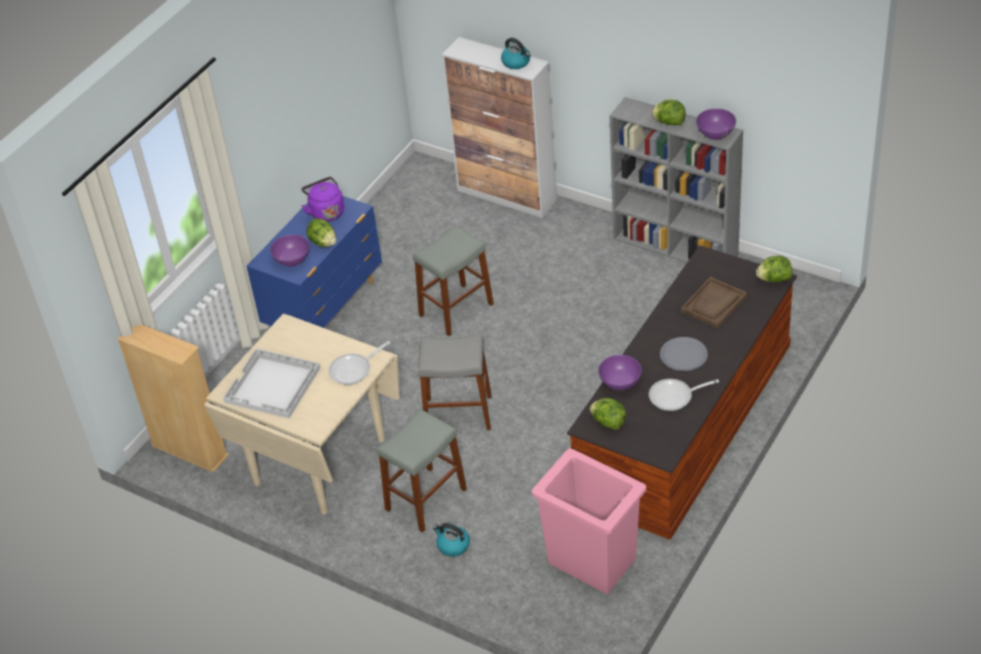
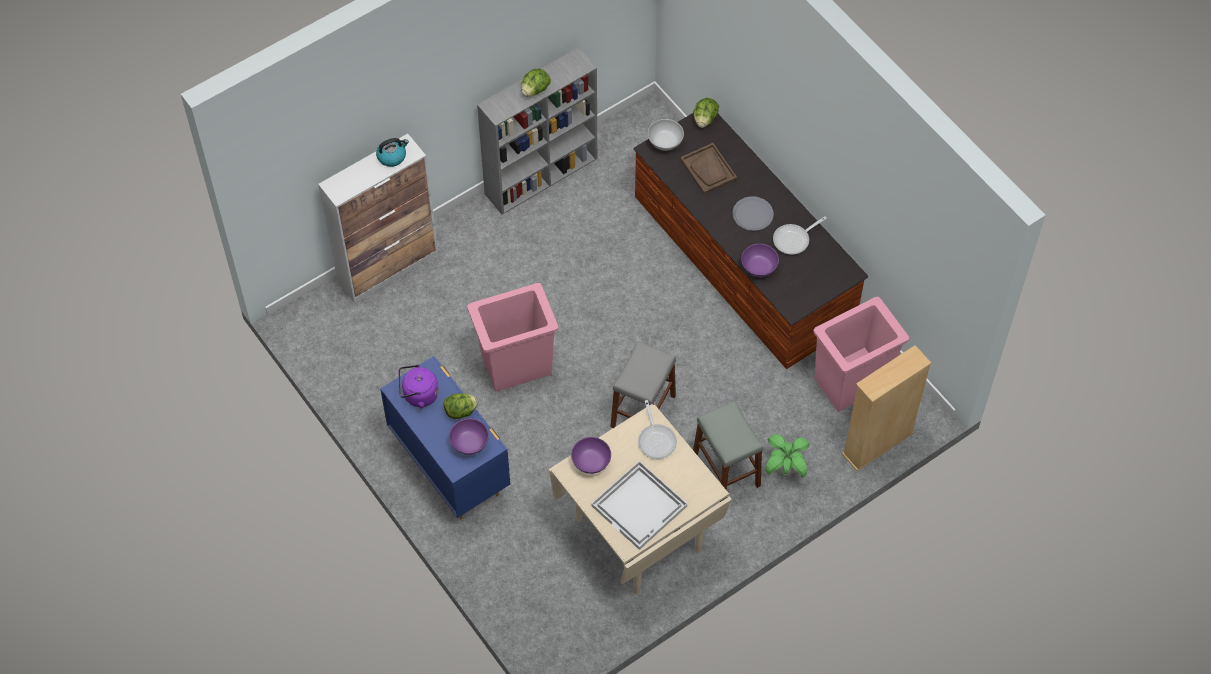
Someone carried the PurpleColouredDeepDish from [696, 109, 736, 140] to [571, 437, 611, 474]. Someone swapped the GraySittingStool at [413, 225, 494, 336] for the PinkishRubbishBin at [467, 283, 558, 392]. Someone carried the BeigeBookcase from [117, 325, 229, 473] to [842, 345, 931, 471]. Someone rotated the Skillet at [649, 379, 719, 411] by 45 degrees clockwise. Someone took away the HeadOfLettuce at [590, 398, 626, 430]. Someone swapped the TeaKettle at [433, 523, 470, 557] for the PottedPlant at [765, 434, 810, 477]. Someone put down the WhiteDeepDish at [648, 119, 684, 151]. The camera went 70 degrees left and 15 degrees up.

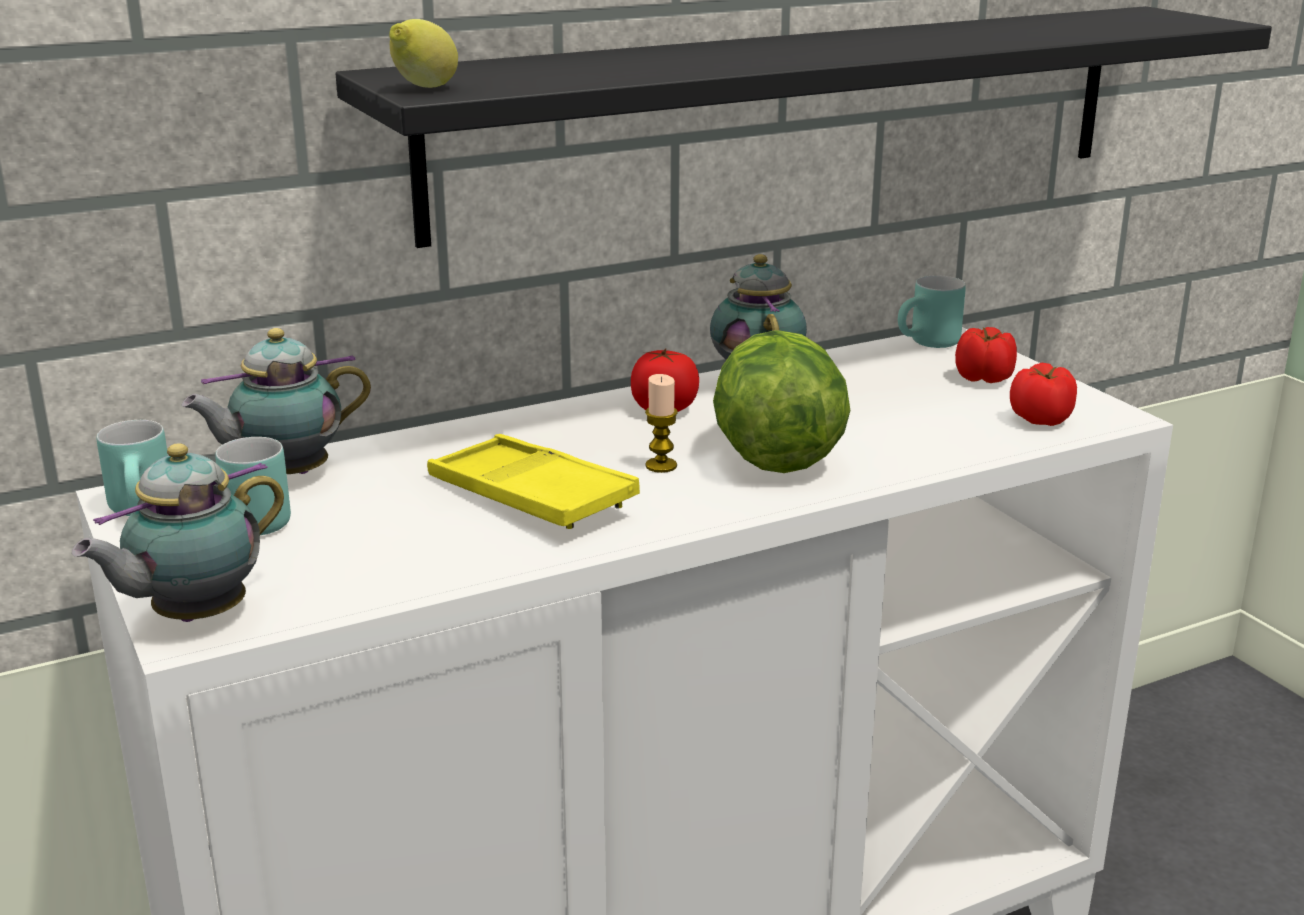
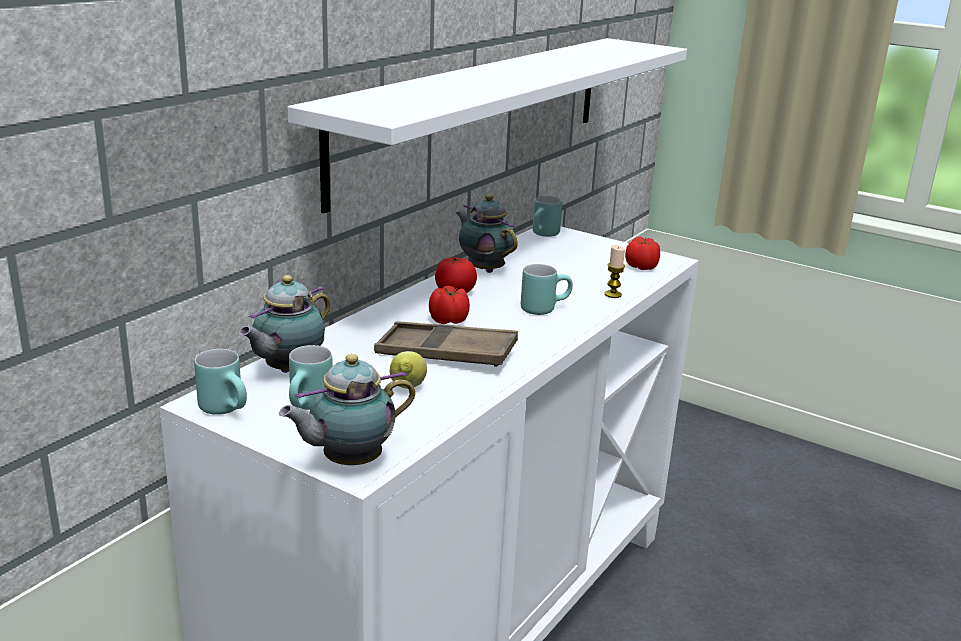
Someone repainted the BlackColouredShelf at [336, 6, 1272, 248], which became the WhiteShelf at [288, 38, 687, 213]. Someone carried the Lemon from [389, 19, 458, 88] to [390, 351, 427, 389]. Someone carried the WholeTomato from [955, 327, 1017, 383] to [429, 286, 470, 324]. Someone swapped the HeadOfLettuce at [713, 330, 850, 473] for the BlueGreenTeaMug at [521, 264, 573, 315]. Someone carried the WaxCandle from [645, 374, 678, 473] to [605, 245, 625, 298]. Someone repainted the YellowTray at [427, 434, 640, 529], which became the BrownTray at [374, 321, 518, 367]. Someone rotated the Teapot at [72, 443, 284, 622] by 45 degrees clockwise. The camera went 30 degrees left and 0 degrees up.

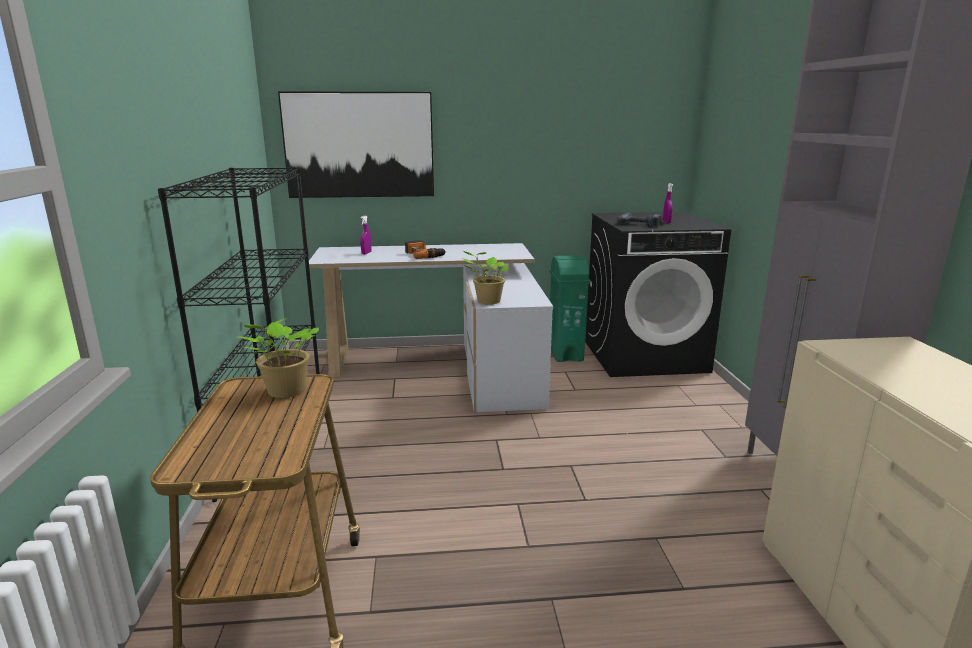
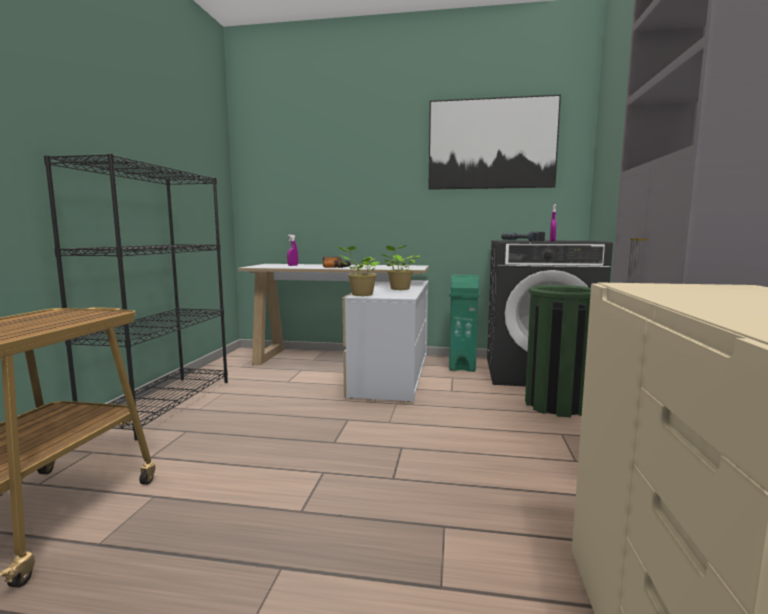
Someone carried the WallArt from [278, 91, 434, 198] to [428, 95, 561, 190]. Someone carried the PottedPlant from [237, 318, 319, 398] to [381, 245, 420, 290]. Someone put down the GreenColouredRubbishBin at [525, 285, 591, 417]. The camera went 15 degrees right and 10 degrees down.

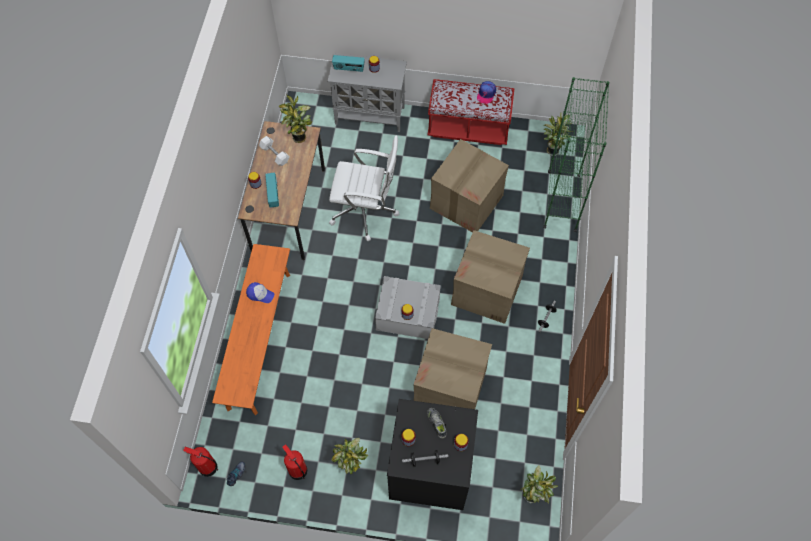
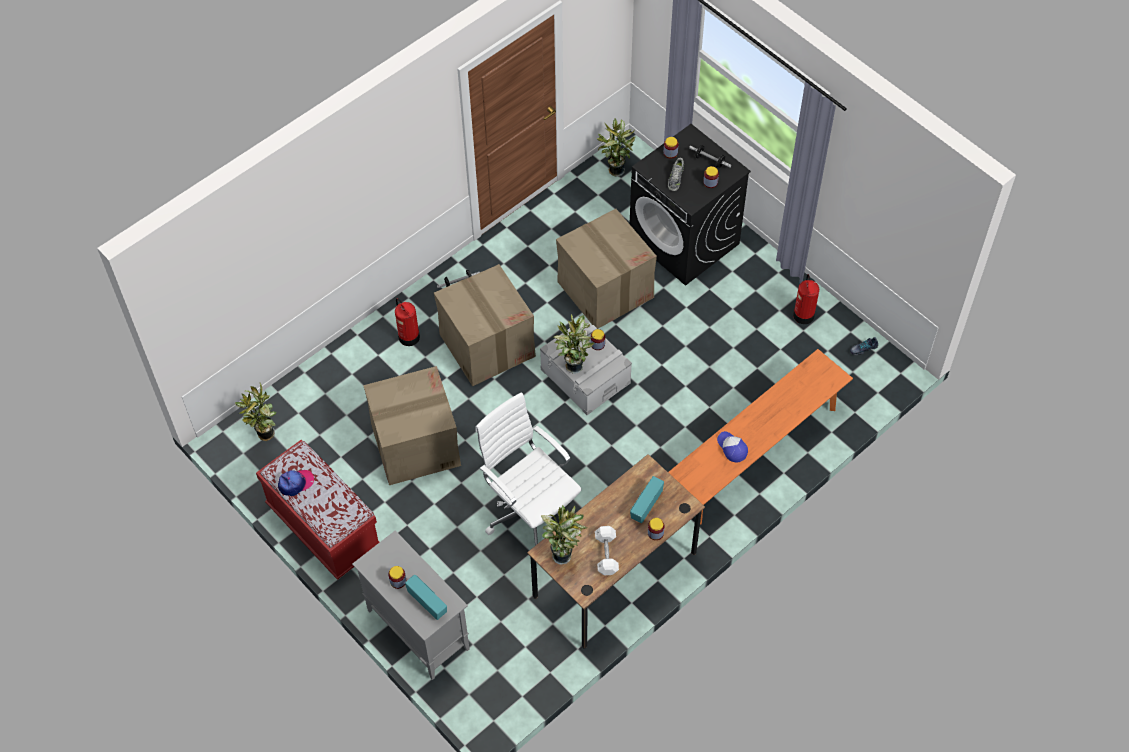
Someone took away the GreenColouredBookcase at [543, 77, 610, 232]. Someone carried the PottedPlant from [331, 438, 368, 474] to [553, 314, 595, 374]. Someone carried the Extinguisher from [183, 447, 218, 477] to [395, 298, 420, 346]. The camera went 140 degrees left and 5 degrees down.

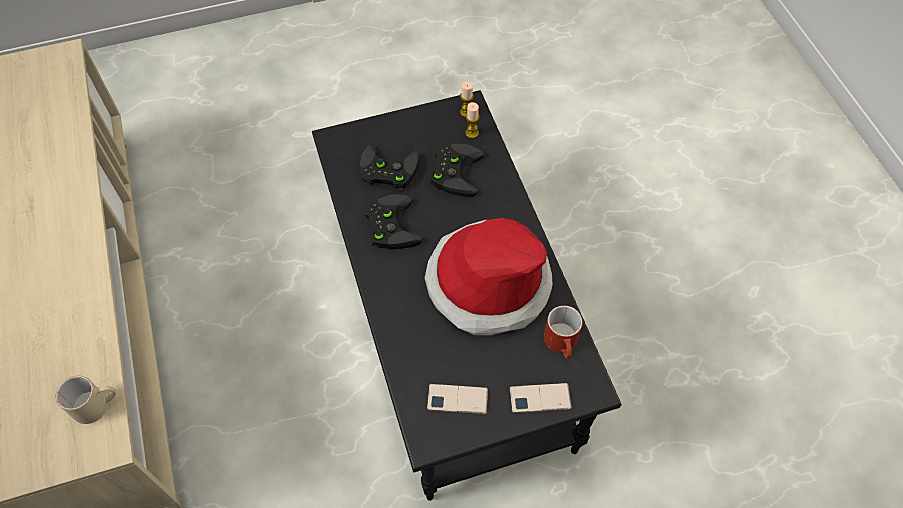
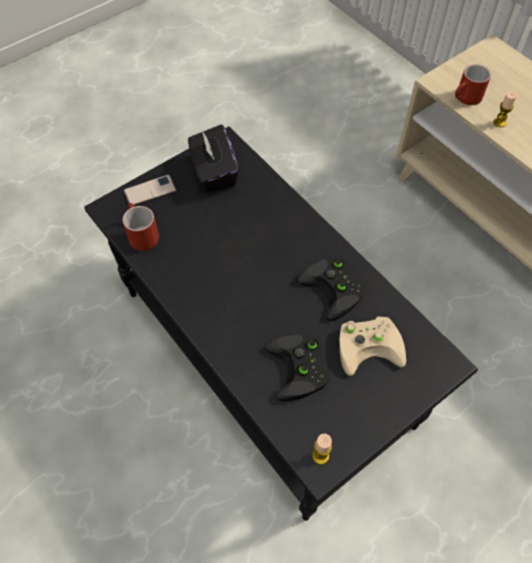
Someone carried the WaxCandle from [465, 102, 480, 138] to [493, 91, 517, 127]. Someone repainted the BlackColouredJoypad at [360, 144, 420, 191], which became the BeigeJoypad at [339, 316, 406, 376]. Someone took away the WearableHat at [425, 218, 552, 335]. Someone repainted the BeigeTeaMug at [56, 376, 116, 424], which became the ReddishTeaMug at [455, 64, 491, 105]. Someone swapped the Handset at [427, 384, 488, 414] for the BlackColouredTissueHolder at [188, 125, 239, 192]. The camera went 160 degrees right and 0 degrees up.

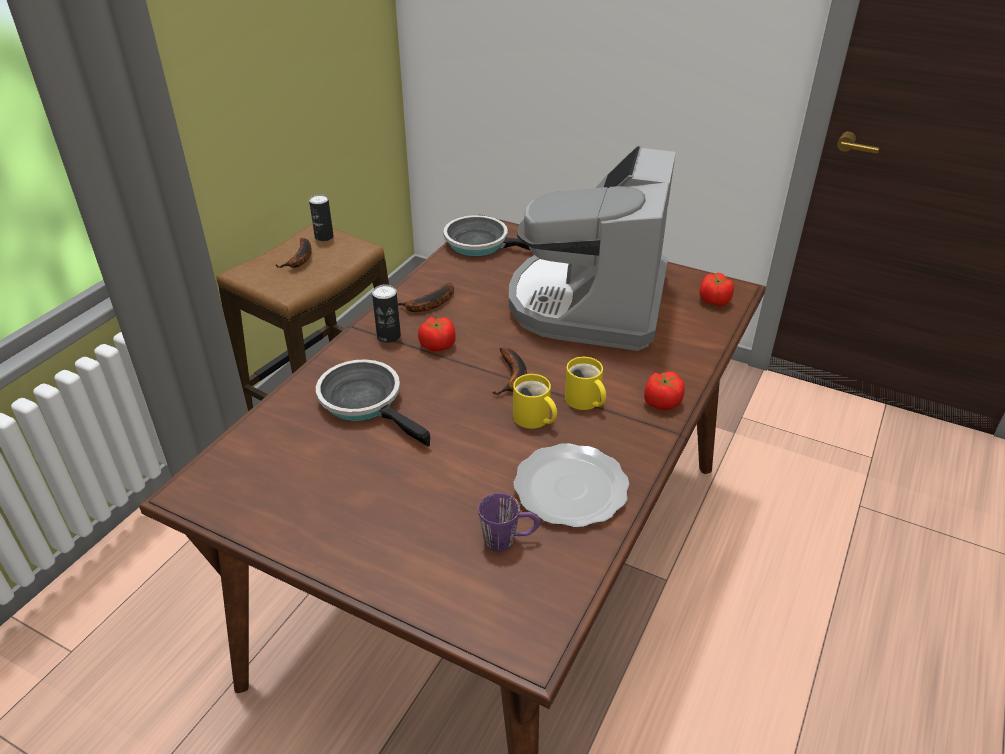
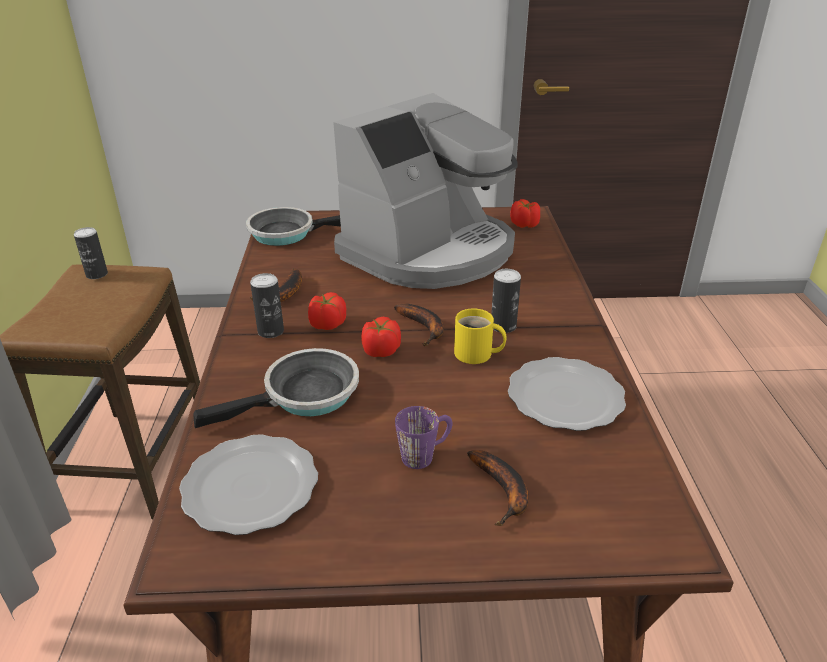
Someone rotated the CoffeeMachine at [509, 145, 676, 351] by 120 degrees counterclockwise. Someone carried the WholeBanana from [275, 238, 312, 268] to [467, 450, 529, 526]. Someone swapped the YellowTeaMug at [565, 357, 606, 410] for the Can at [491, 269, 521, 333]. Someone rotated the Skillet at [316, 359, 430, 447] by 135 degrees clockwise. Someone carried the WholeTomato from [644, 371, 685, 410] to [361, 317, 401, 357]. Someone carried the PurpleColouredTeaMug from [478, 493, 540, 552] to [395, 406, 452, 469]. Someone put down the FlatDish at [179, 434, 318, 535]. The camera went 30 degrees left and 5 degrees down.

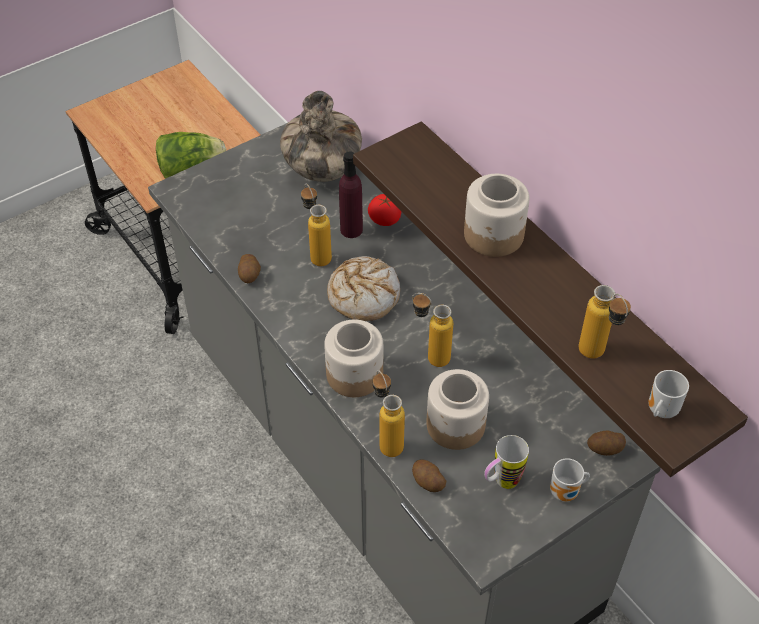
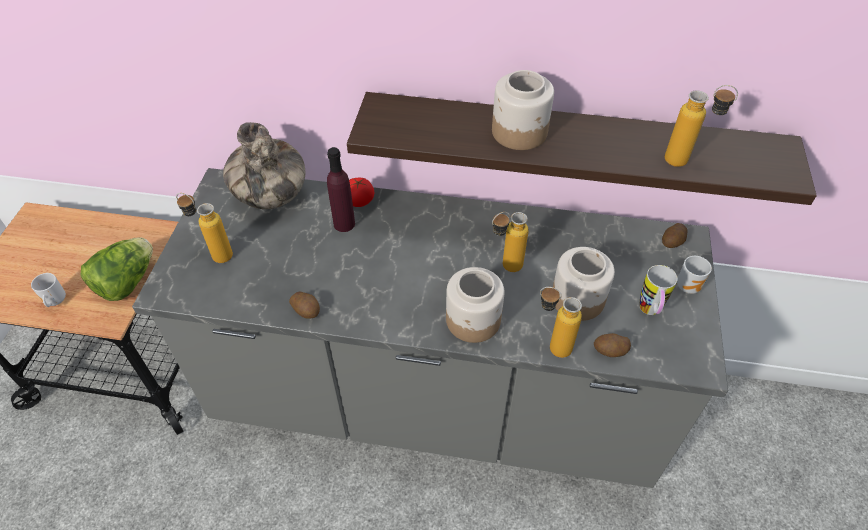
Someone carried the BeverageBottle from [301, 184, 332, 266] to [176, 193, 233, 263]. Someone took away the BakedBread at [327, 256, 400, 321]. Someone carried the TeaMug from [648, 370, 689, 418] to [31, 273, 66, 307]. The camera went 45 degrees left and 0 degrees up.

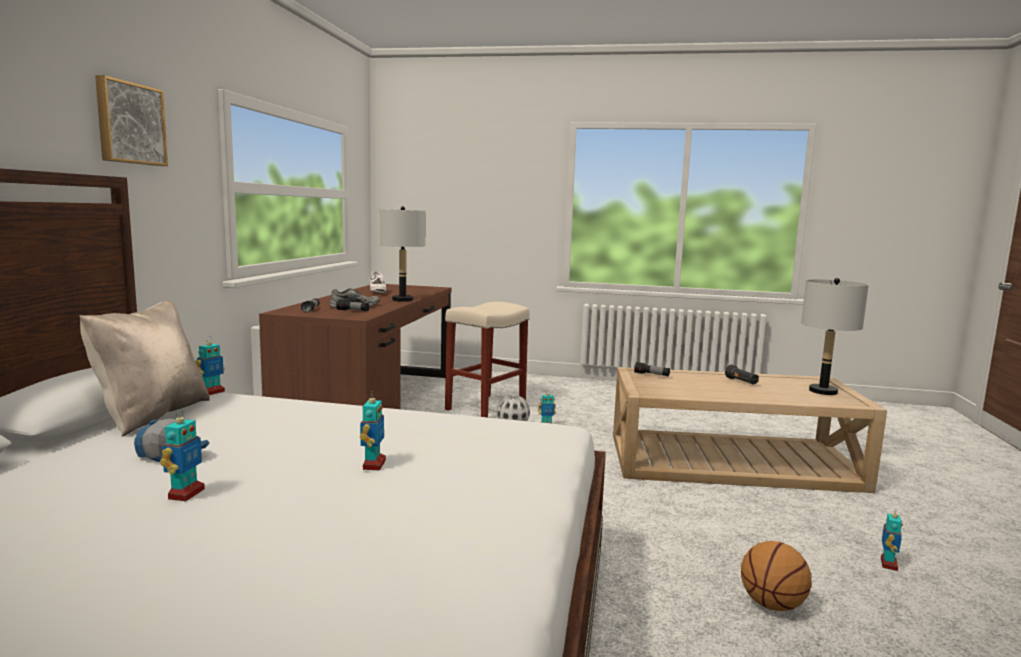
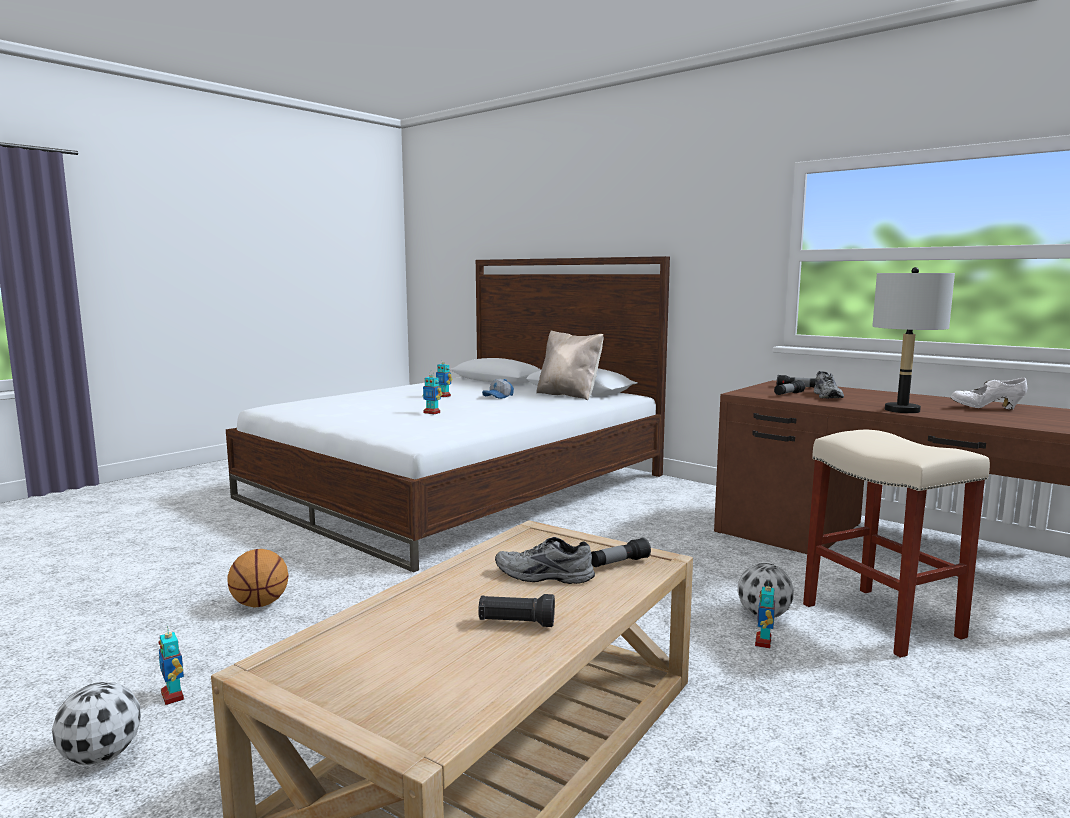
Someone took away the WallArt at [95, 75, 168, 166]. Someone took away the GrayTabletopLamp at [801, 278, 869, 395]. Someone took away the RobotFigure at [195, 338, 225, 395]. Someone put down the GrayLowShoe at [495, 537, 595, 584]. Someone put down the FootballBall at [52, 682, 141, 765]. The camera went 120 degrees right and 0 degrees up.

